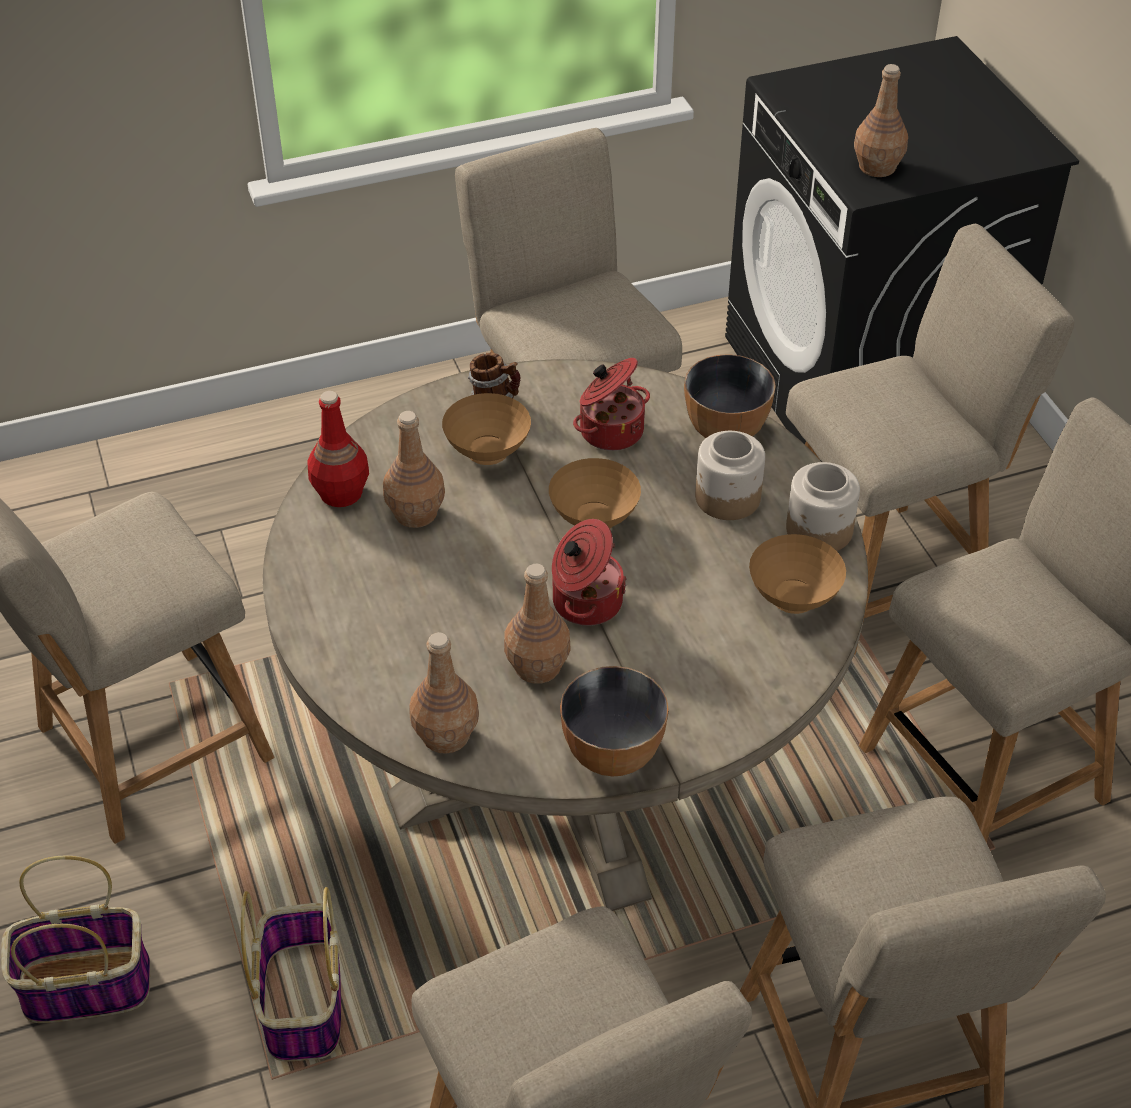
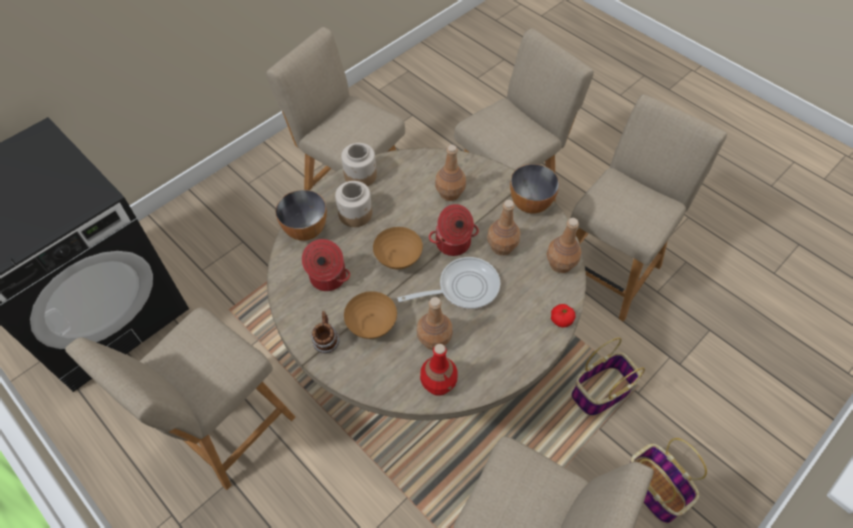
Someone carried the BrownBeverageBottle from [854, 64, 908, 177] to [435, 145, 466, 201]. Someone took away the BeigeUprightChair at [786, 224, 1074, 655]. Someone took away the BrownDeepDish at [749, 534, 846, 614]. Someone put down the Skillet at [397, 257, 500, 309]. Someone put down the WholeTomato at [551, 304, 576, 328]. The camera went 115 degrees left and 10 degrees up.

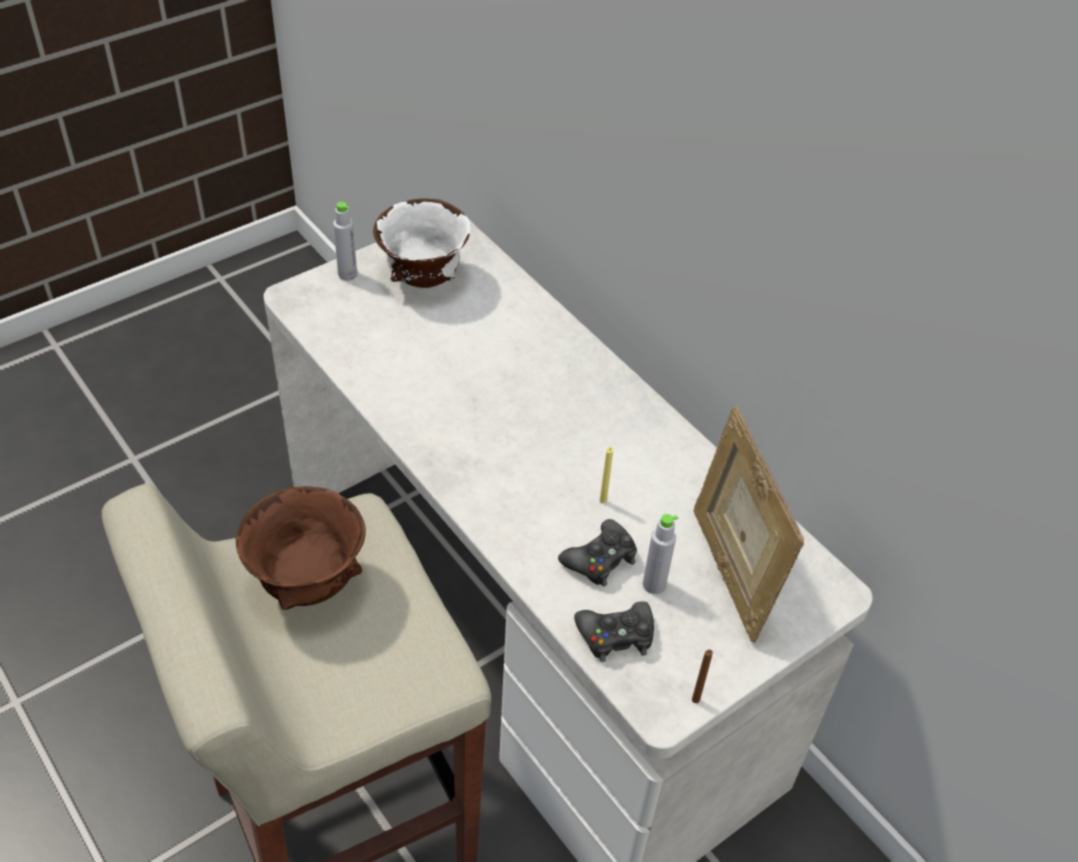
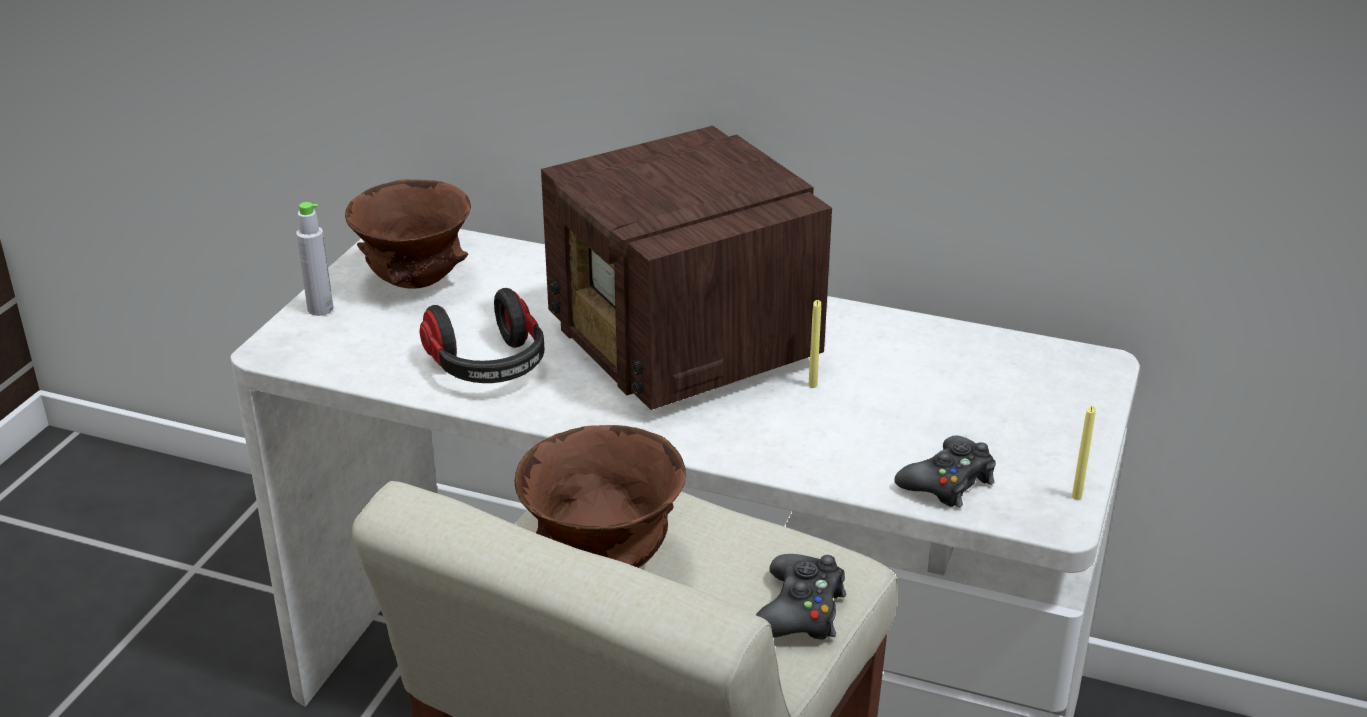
Someone repainted the WhiteDeepDish at [373, 198, 471, 288], which became the BrownDeepDish at [345, 180, 471, 289]. Someone took away the PhotoFrame at [694, 406, 804, 643]. Someone took away the GrayBeverageBottle at [643, 514, 678, 594]. Someone carried the BlackColouredJoypad from [558, 519, 637, 587] to [756, 554, 846, 640]. Someone repainted the BrownWaxCandle at [692, 650, 713, 703], which became the YellowWaxCandle at [1072, 406, 1096, 500]. Someone put down the RadioReceiver at [541, 126, 832, 410]. Someone put down the Headset at [420, 288, 545, 383]. The camera went 30 degrees left and 15 degrees down.

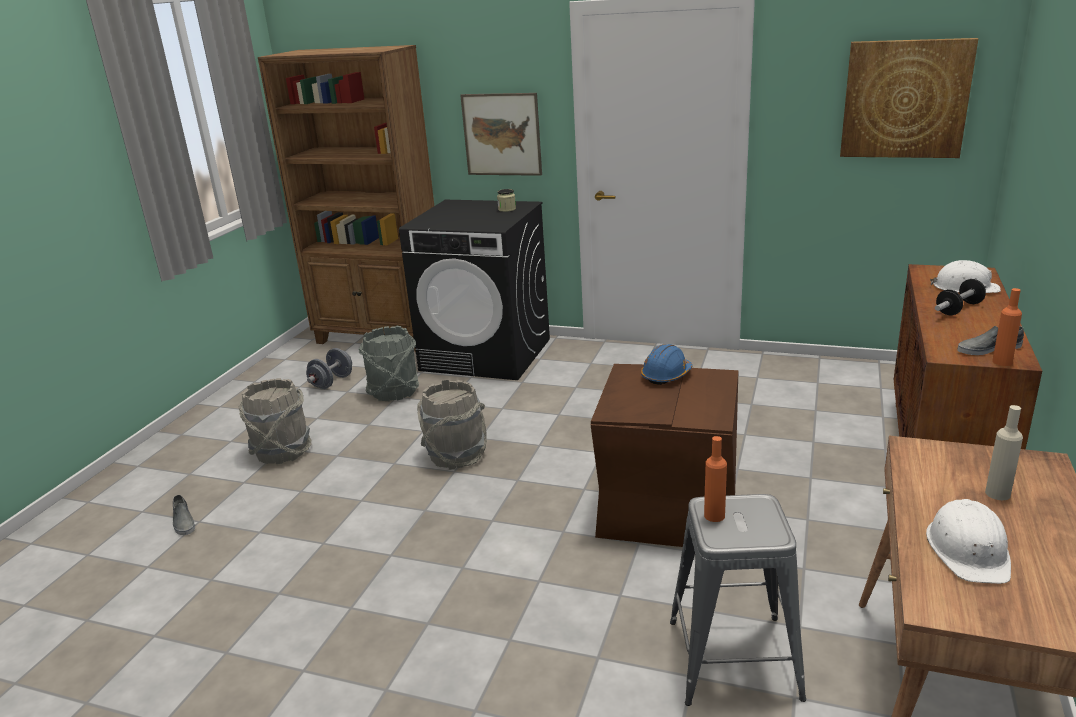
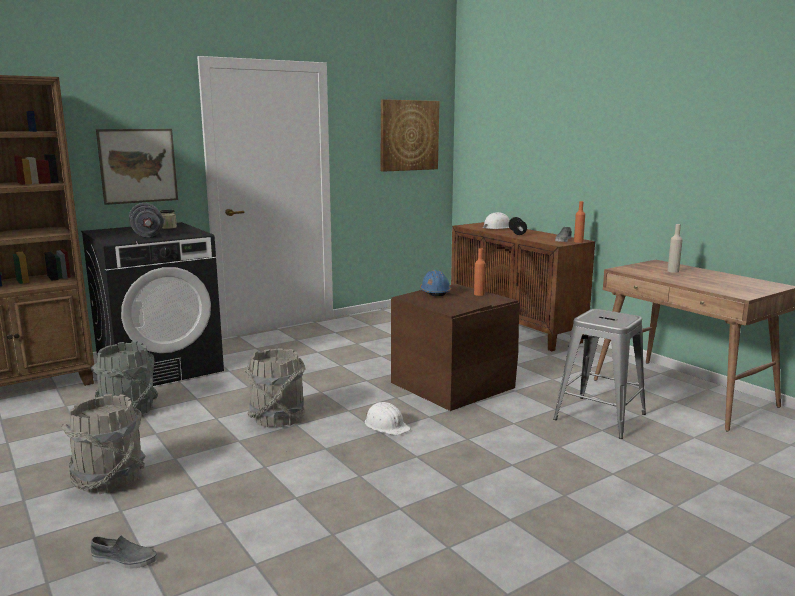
Someone carried the GrayFreeWeight from [306, 348, 352, 389] to [129, 203, 164, 237]. Someone carried the OrangeBeverageBottle from [704, 436, 727, 522] to [474, 248, 486, 296]. Someone carried the WhiteWorkHelmet from [926, 499, 1011, 584] to [365, 402, 411, 435]. The camera went 55 degrees left and 10 degrees down.

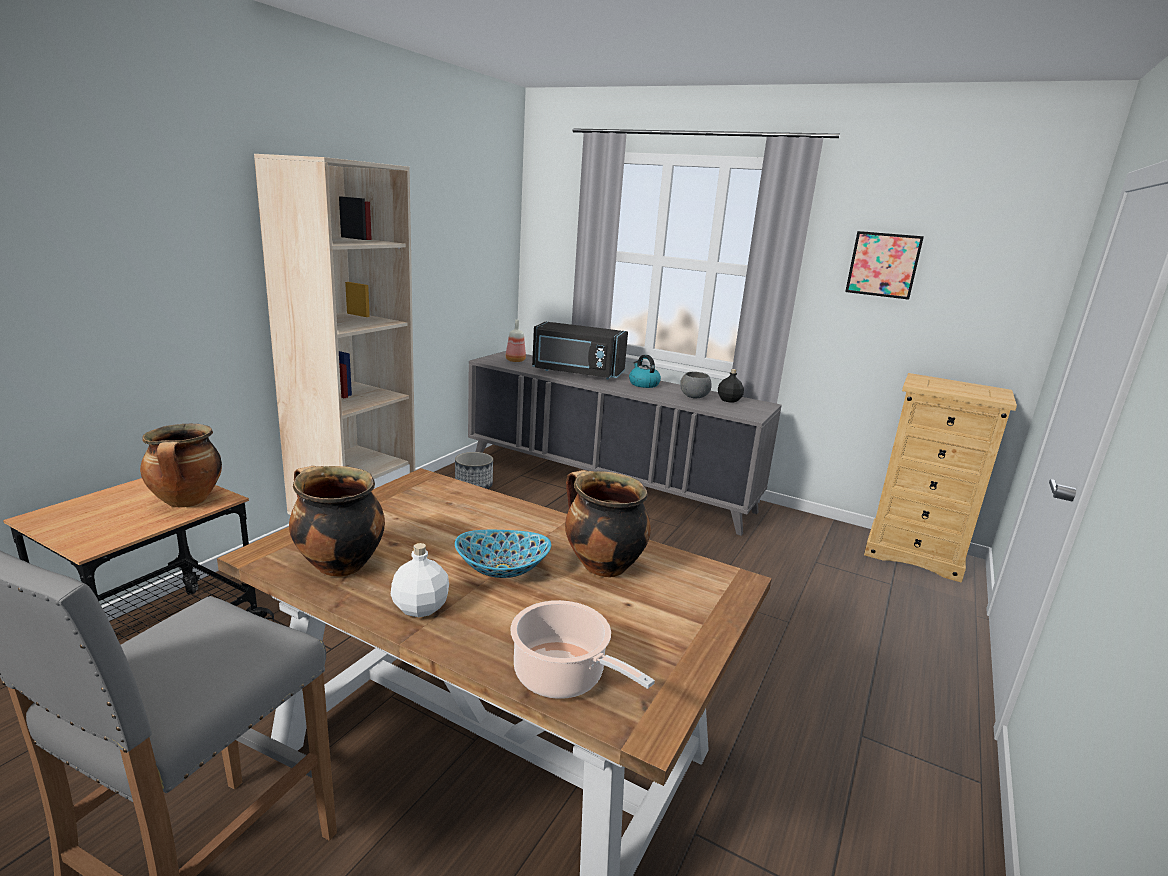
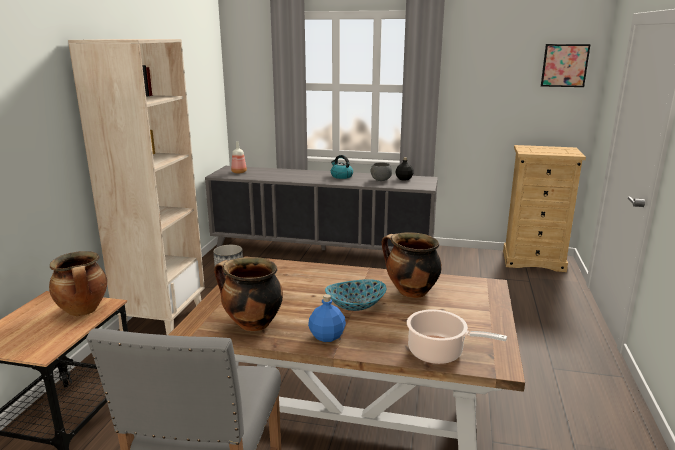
Someone carried the WallArt from [845, 231, 924, 300] to [541, 44, 591, 87]. Someone took away the BlackColouredMicrowave at [532, 321, 628, 379]. Someone repainted the WhiteBeverageBottle at [391, 543, 449, 617], which became the BlueBeverageBottle at [308, 294, 346, 342]. The camera went 15 degrees left and 0 degrees up.

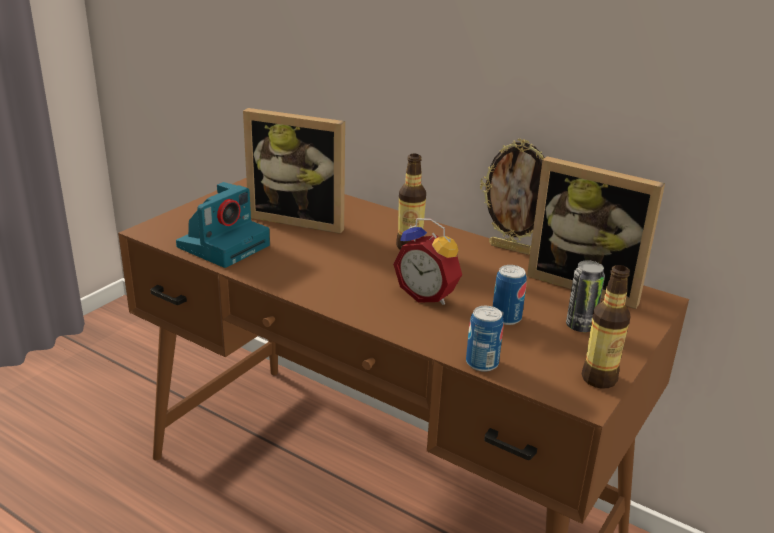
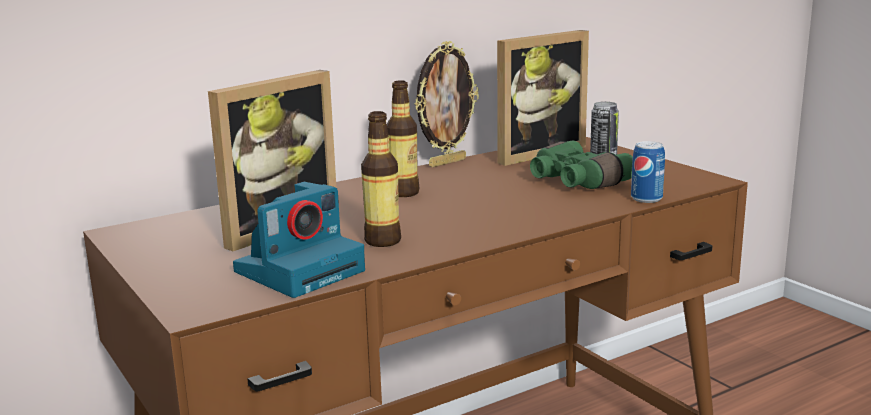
Someone rotated the StillCamera at [176, 182, 270, 268] by 75 degrees clockwise. Someone took away the TableClock at [393, 218, 462, 305]. Someone swapped the Can at [493, 265, 527, 325] for the GreenColouredPairOfBinoculars at [530, 141, 633, 189]. Someone carried the BeverageBottle from [582, 265, 630, 389] to [361, 111, 401, 247]. The camera went 65 degrees left and 10 degrees down.

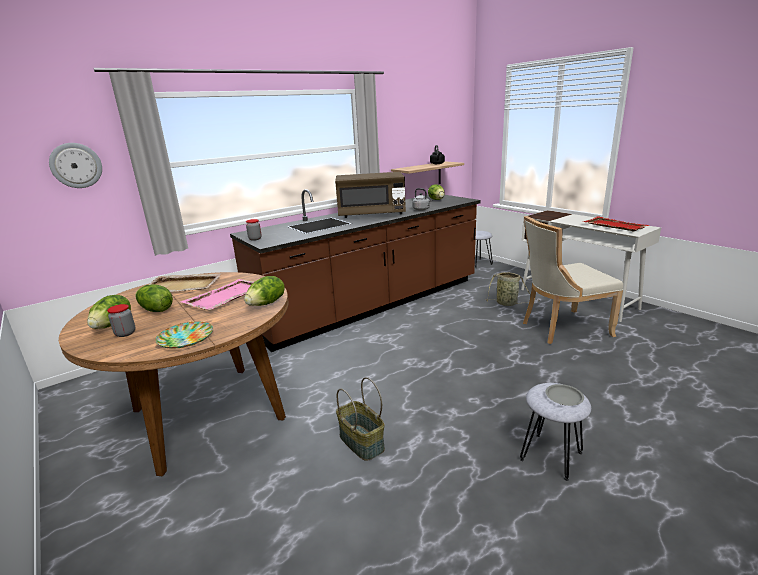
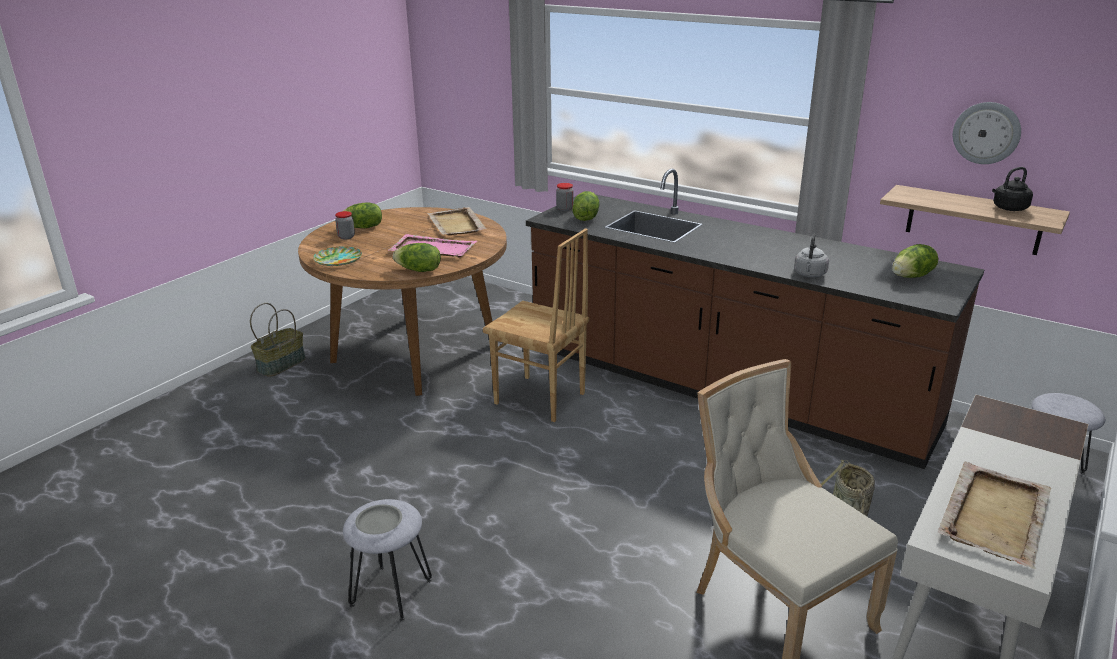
Someone carried the ClockOnTheWall from [49, 143, 102, 188] to [953, 102, 1021, 164]. Someone took away the BrownMicrowave at [335, 172, 406, 218]. Someone repainted the ReddishTray at [582, 216, 649, 232], which became the BeigeTray at [938, 462, 1051, 569]. Someone carried the HeadOfLettuce from [135, 284, 173, 312] to [573, 191, 599, 221]. Someone carried the HouseholdBasket from [336, 377, 385, 461] to [250, 303, 306, 377]. Someone put down the BrownUprightChair at [483, 228, 589, 422]. The camera went 70 degrees right and 5 degrees up.

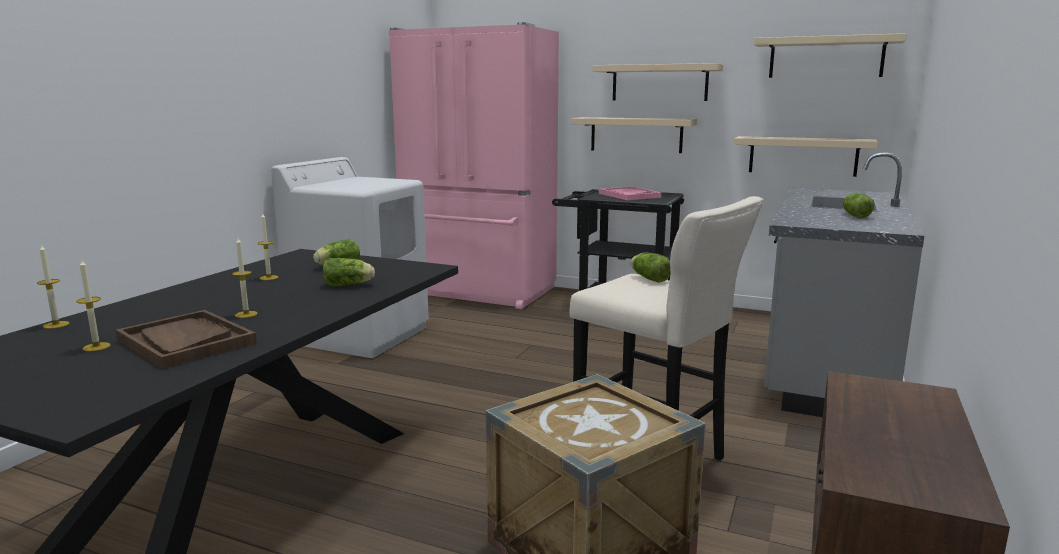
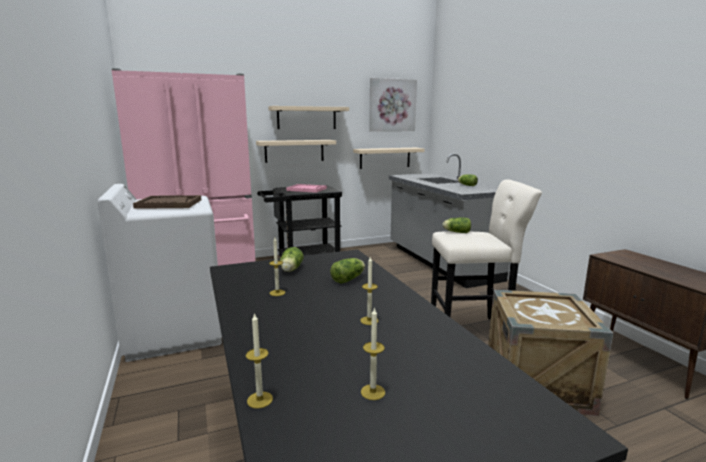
Someone swapped the BeigeShelf at [754, 33, 907, 78] for the WallArt at [369, 78, 417, 132]. Someone carried the BrownTray from [116, 310, 257, 369] to [133, 195, 201, 209]. The camera went 45 degrees left and 0 degrees up.

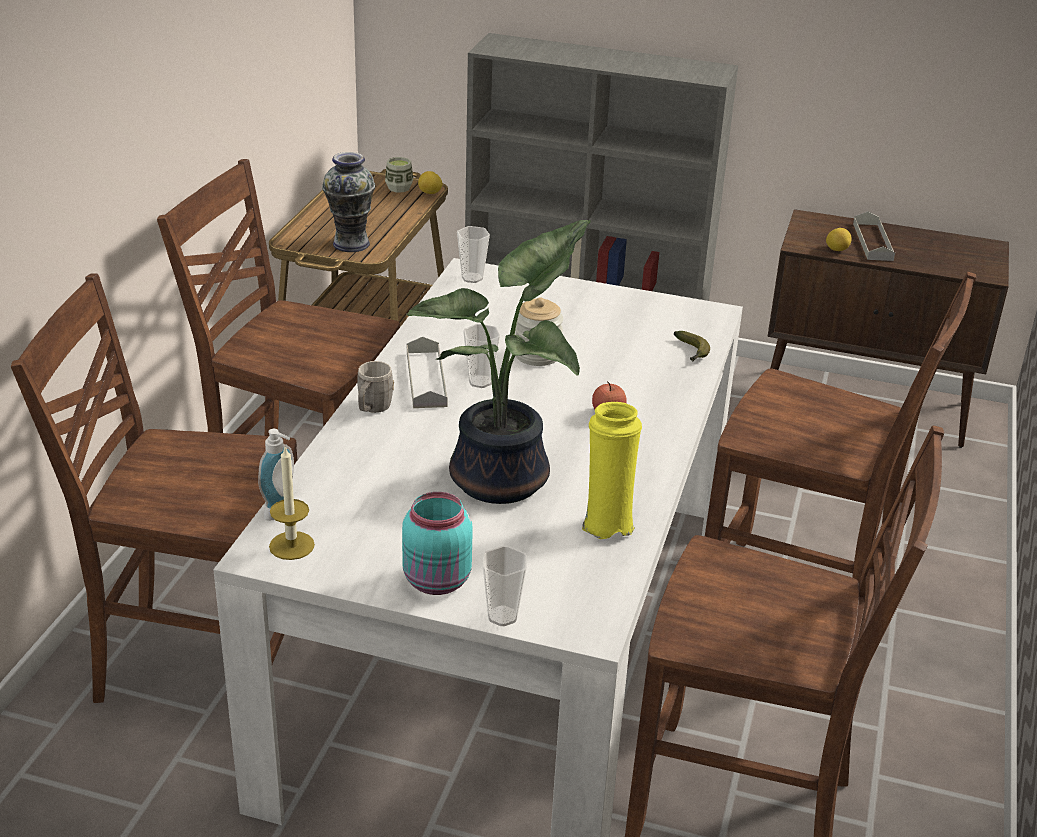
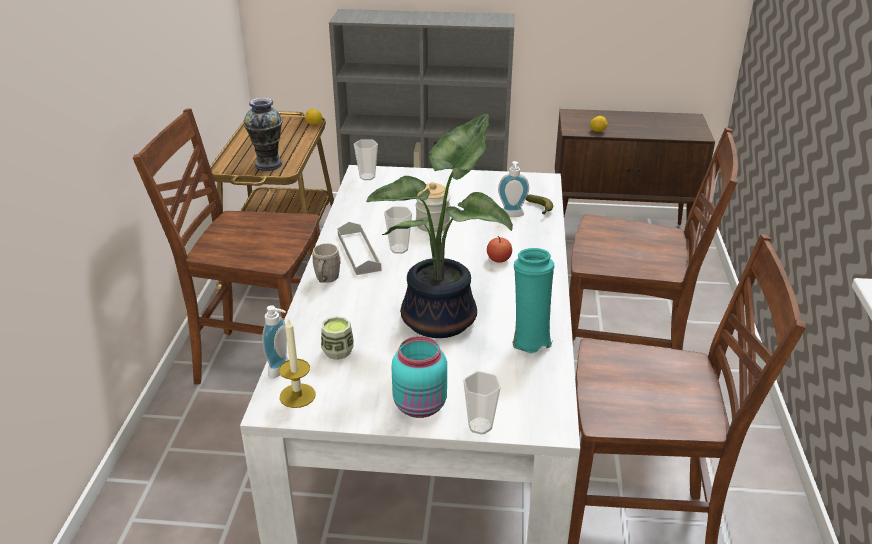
Someone carried the DrinkingCup from [385, 157, 413, 193] to [321, 316, 354, 360]. Someone took away the GrayTray at [853, 211, 895, 261]. Someone took away the BrownUprightChair at [11, 273, 297, 703]. Someone repainted the YellowDecorativeVase at [582, 402, 642, 539], which became the BlueGreenDecorativeVase at [512, 248, 555, 353]. Someone put down the SoapDispenser at [498, 161, 529, 217]. The camera went 10 degrees left and 0 degrees up.

